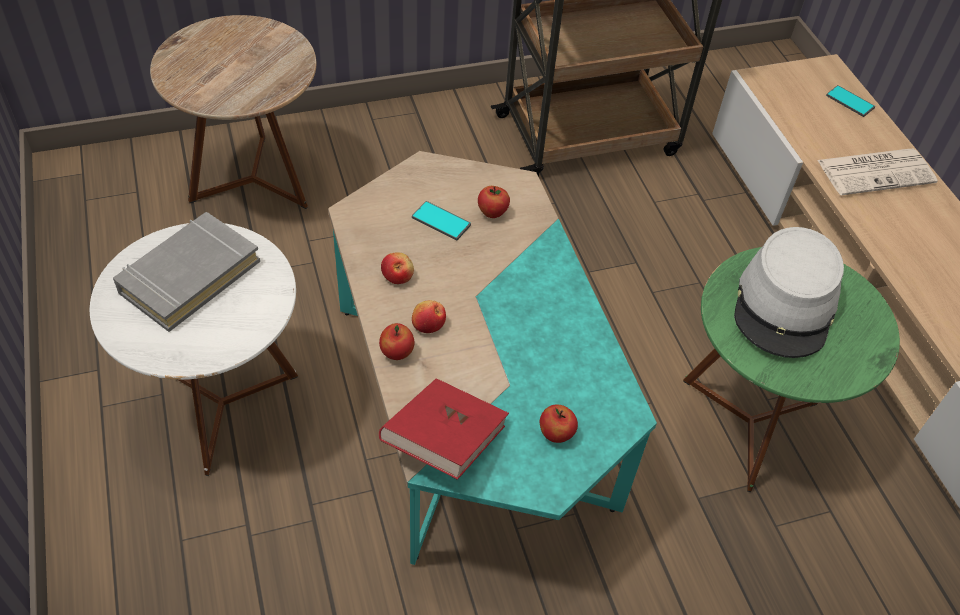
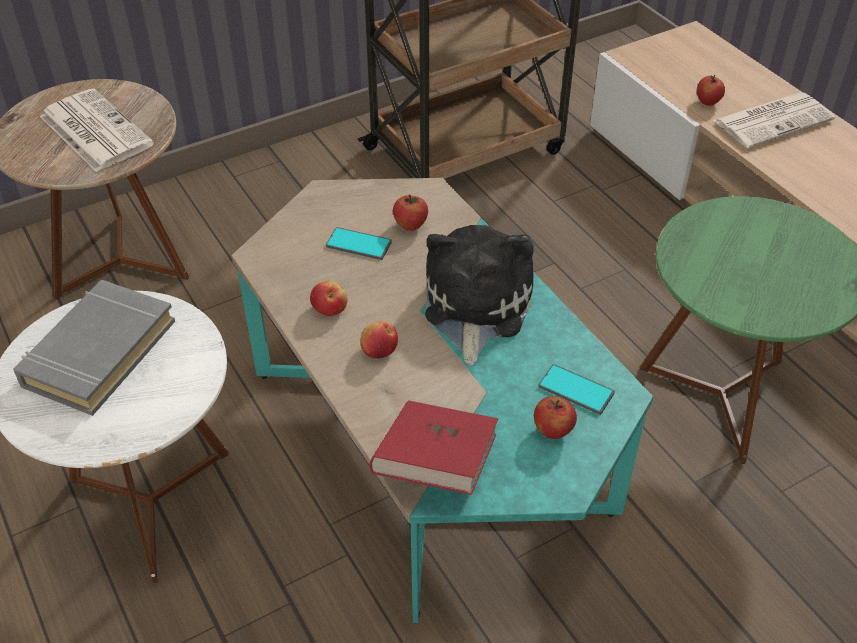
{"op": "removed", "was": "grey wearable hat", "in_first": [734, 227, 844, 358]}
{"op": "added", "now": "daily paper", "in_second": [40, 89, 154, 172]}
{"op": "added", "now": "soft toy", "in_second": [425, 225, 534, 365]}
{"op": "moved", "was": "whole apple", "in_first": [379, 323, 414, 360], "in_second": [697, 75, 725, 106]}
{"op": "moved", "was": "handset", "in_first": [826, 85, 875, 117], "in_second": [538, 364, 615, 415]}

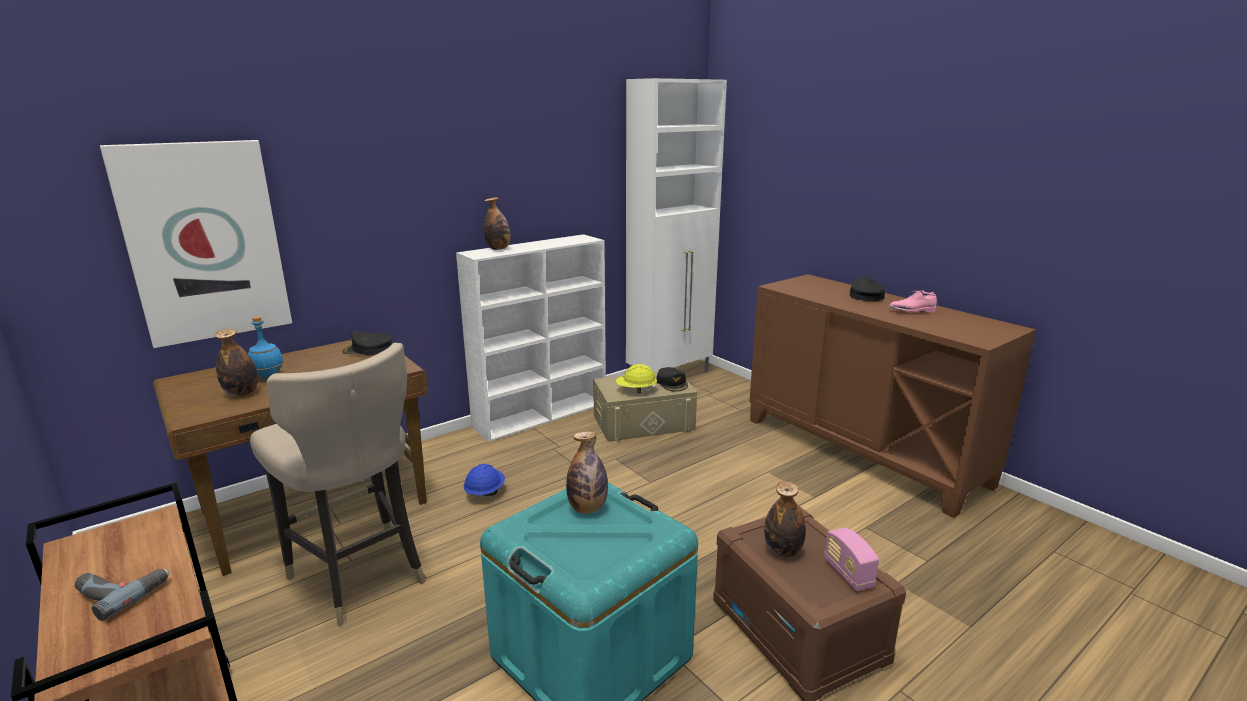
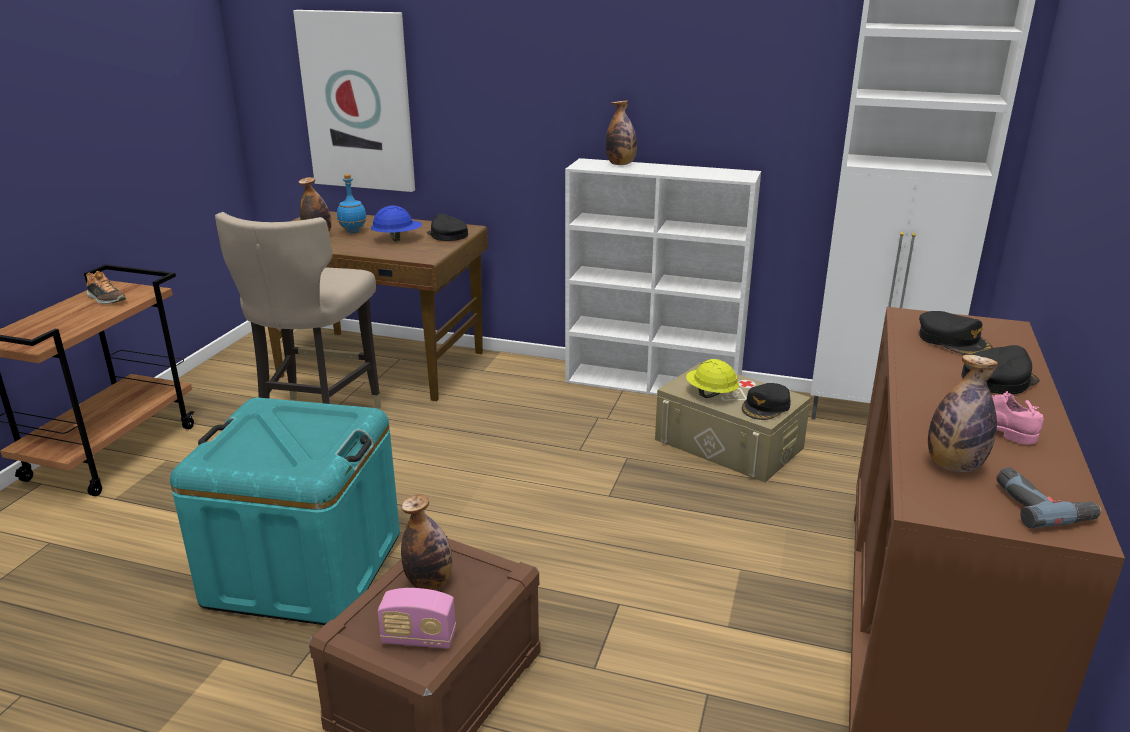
{"op": "added", "now": "low shoe", "in_second": [86, 271, 127, 304]}
{"op": "added", "now": "blackish peaked cap", "in_second": [919, 311, 993, 355]}
{"op": "moved", "was": "drill", "in_first": [75, 569, 169, 621], "in_second": [996, 467, 1101, 528]}
{"op": "moved", "was": "blue safety helmet", "in_first": [464, 464, 505, 496], "in_second": [371, 206, 422, 241]}
{"op": "moved", "was": "beverage bottle", "in_first": [566, 431, 608, 514], "in_second": [928, 355, 998, 472]}
{"op": "turned", "was": "radio", "in_first": [824, 528, 879, 591], "in_second": [378, 588, 456, 649], "clockwise": -120}

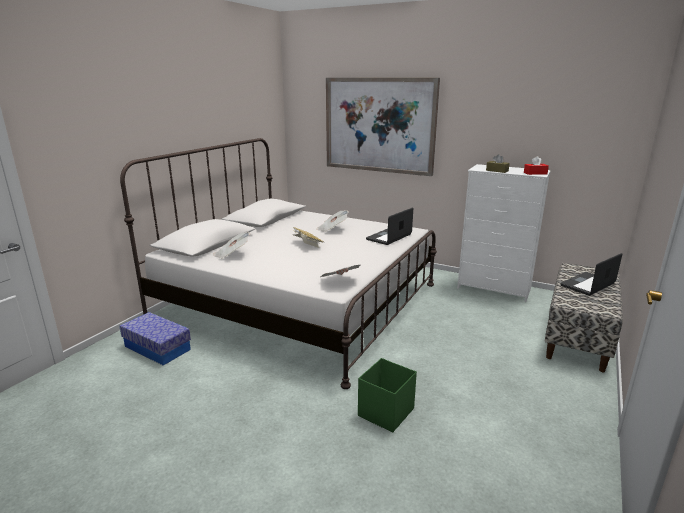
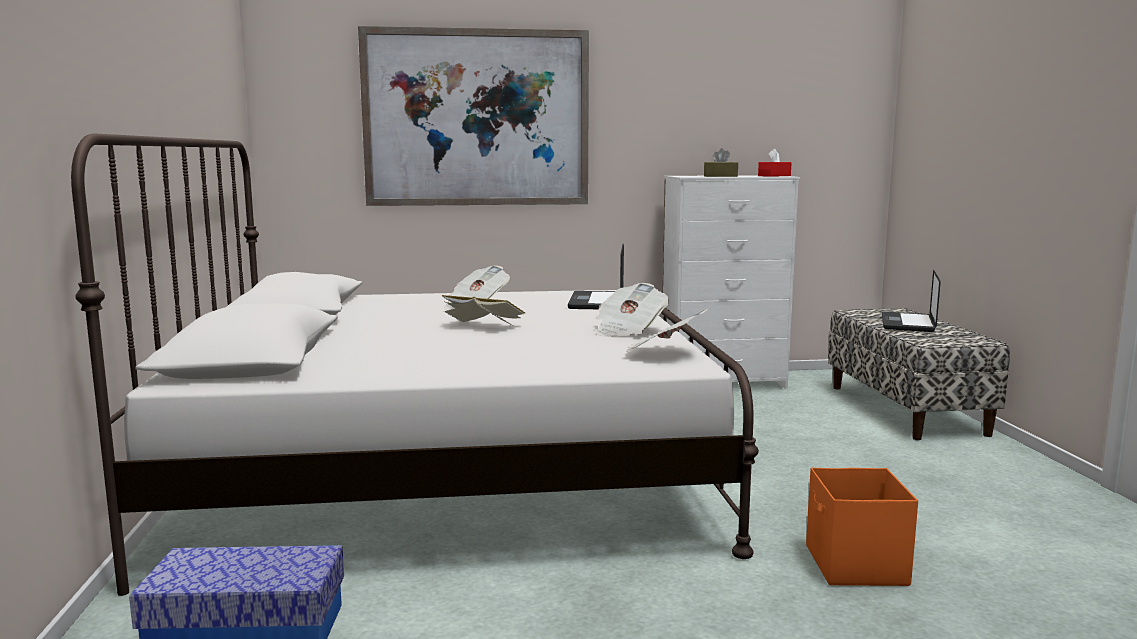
{"op": "moved", "was": "daily paper", "in_first": [213, 232, 250, 259], "in_second": [596, 283, 669, 337]}
{"op": "recoloured", "was": "greenish storage bin", "now": "orange storage bin", "in_first": [358, 358, 417, 433], "in_second": [806, 468, 918, 586]}

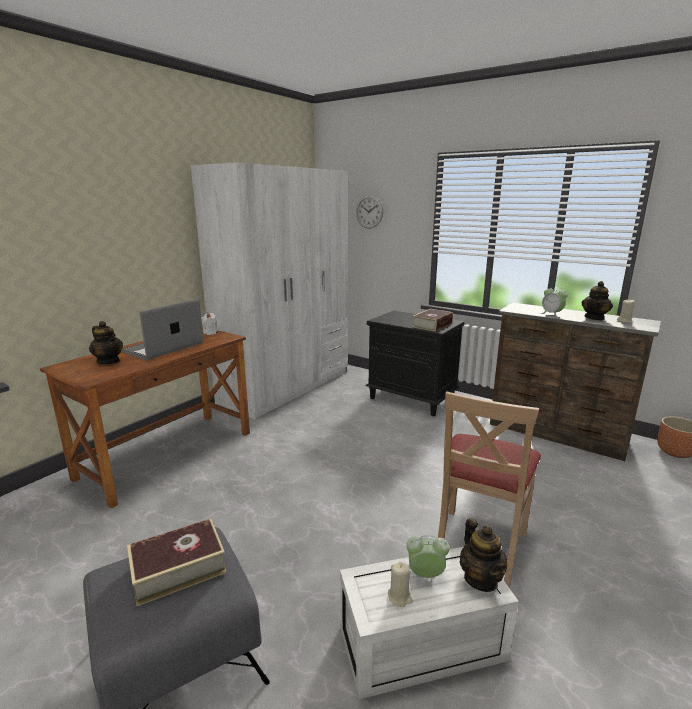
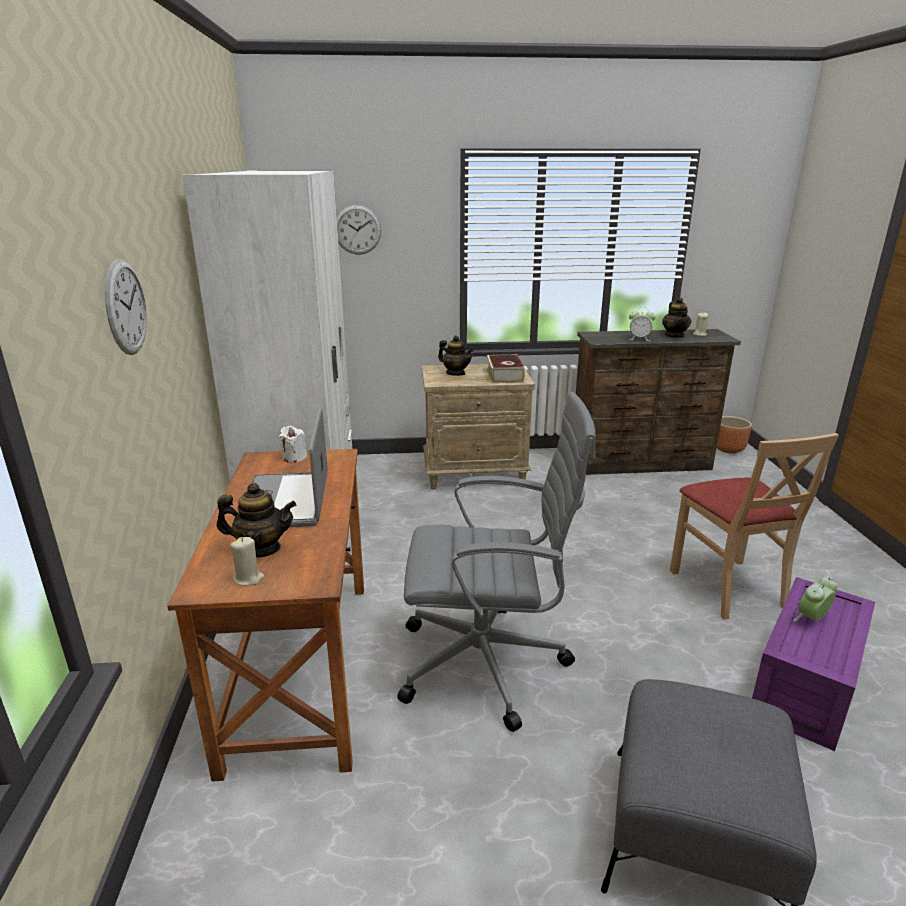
{"op": "removed", "was": "volume", "in_first": [127, 519, 227, 606]}
{"op": "added", "now": "wall clock", "in_second": [105, 260, 147, 355]}
{"op": "added", "now": "grey desk chair", "in_second": [398, 392, 596, 732]}
{"op": "moved", "was": "sand-coloured wax candle", "in_first": [388, 562, 413, 607], "in_second": [230, 537, 265, 586]}
{"op": "moved", "was": "teapot", "in_first": [460, 518, 507, 592], "in_second": [438, 335, 474, 376]}
{"op": "recoloured", "was": "white-coloured storage bin", "now": "purplish storage bin", "in_first": [340, 547, 519, 700], "in_second": [752, 577, 875, 751]}
{"op": "recoloured", "was": "blackish night table", "now": "sand-coloured night table", "in_first": [365, 311, 464, 416], "in_second": [422, 364, 535, 489]}

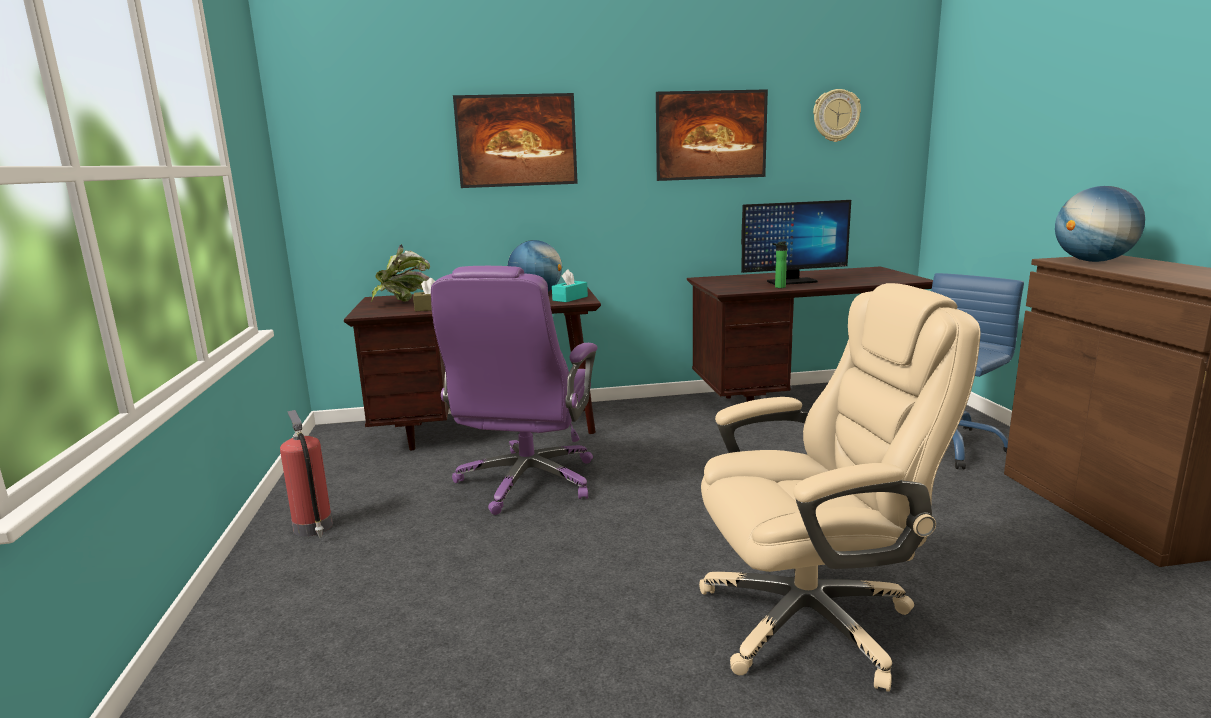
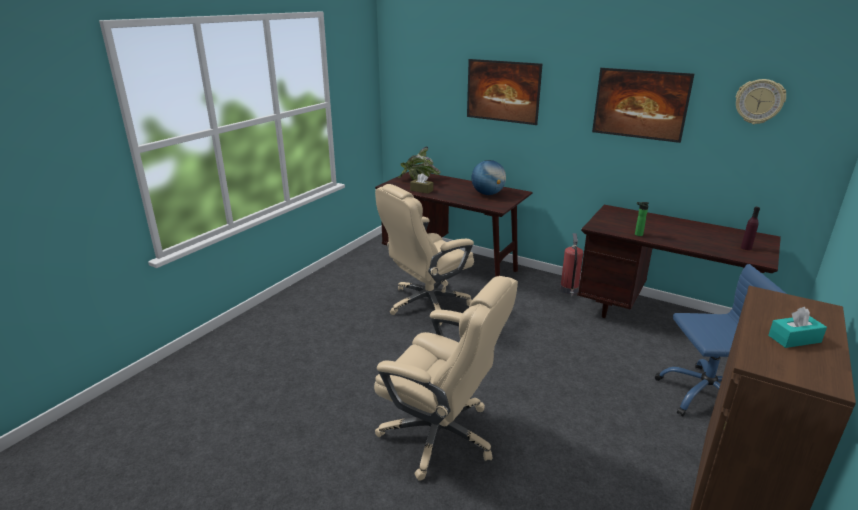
{"op": "removed", "was": "computer screen", "in_first": [741, 200, 851, 285]}
{"op": "removed", "was": "world globe", "in_first": [1055, 186, 1145, 262]}
{"op": "added", "now": "purplish beverage bottle", "in_second": [741, 207, 760, 250]}
{"op": "moved", "was": "extinguisher", "in_first": [280, 410, 333, 538], "in_second": [560, 233, 583, 297]}
{"op": "moved", "was": "blue-green tissue box", "in_first": [552, 269, 588, 302], "in_second": [768, 307, 827, 348]}
{"op": "recoloured", "was": "purplish desk chair", "now": "sand-coloured desk chair", "in_first": [431, 266, 597, 515], "in_second": [375, 184, 474, 326]}

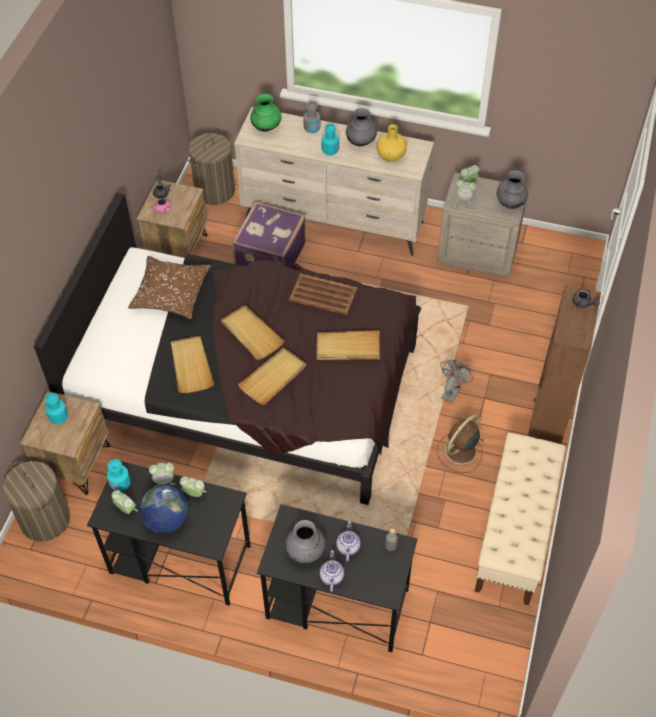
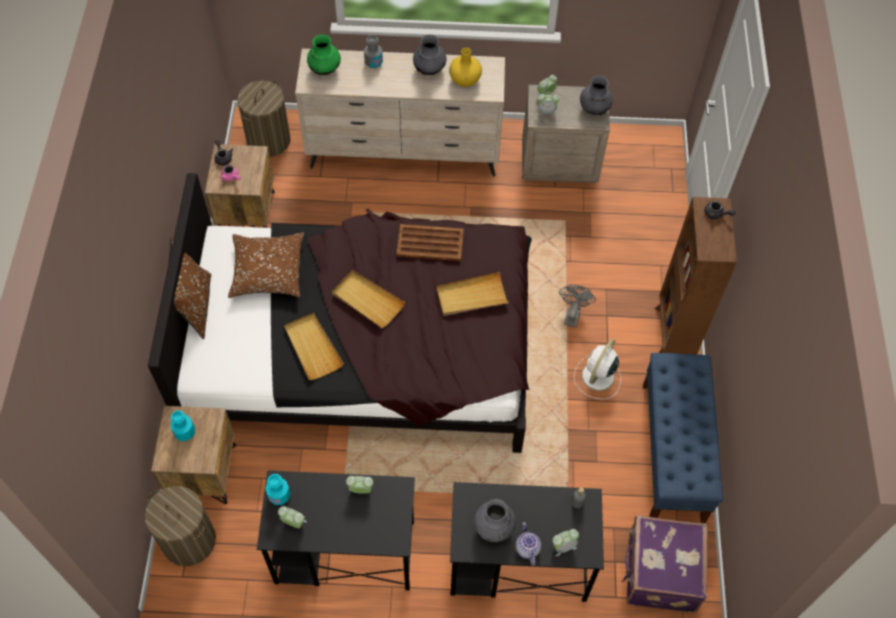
{"op": "removed", "was": "world globe", "in_first": [140, 485, 188, 533]}
{"op": "removed", "was": "sand-coloured serving tray", "in_first": [238, 347, 306, 405]}
{"op": "removed", "was": "blue-green beverage bottle", "in_first": [321, 123, 339, 156]}
{"op": "removed", "was": "teapot", "in_first": [336, 521, 361, 561]}
{"op": "added", "now": "brown pillow", "in_second": [169, 237, 211, 339]}
{"op": "moved", "was": "table clock", "in_first": [149, 463, 175, 487], "in_second": [552, 529, 579, 556]}
{"op": "moved", "was": "purplish piece of luggage", "in_first": [232, 202, 306, 266], "in_second": [622, 515, 707, 613]}
{"op": "recoloured", "was": "brown electric fan", "now": "white-coloured electric fan", "in_first": [437, 414, 484, 473], "in_second": [574, 339, 621, 400]}
{"op": "recoloured", "was": "sand-coloured bench", "now": "blue bench", "in_first": [475, 432, 566, 605], "in_second": [643, 353, 723, 523]}

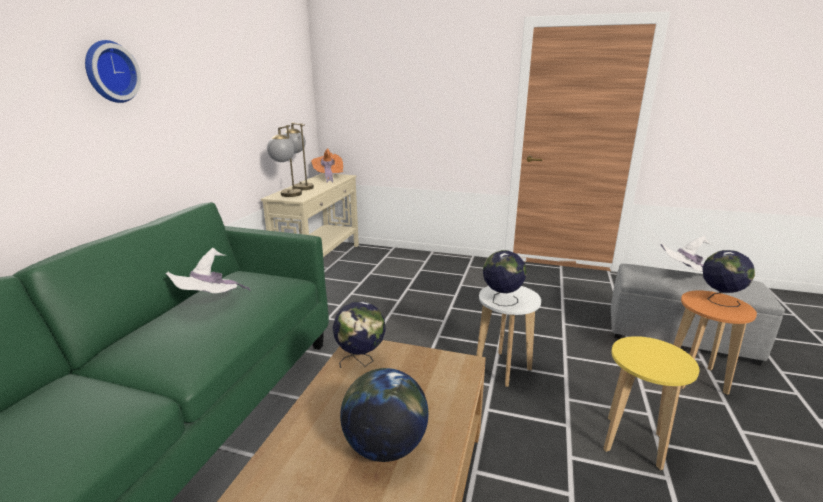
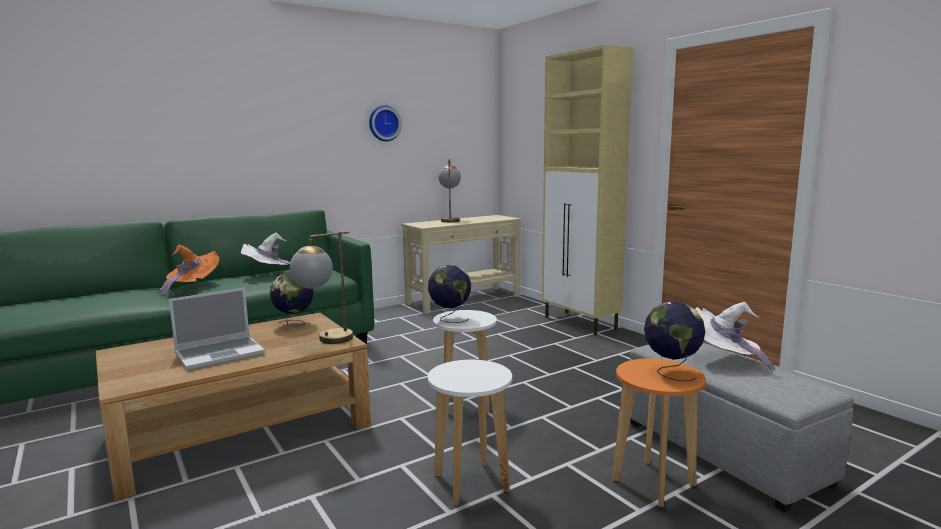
{"op": "added", "now": "sand-coloured cabinet", "in_second": [542, 45, 633, 335]}
{"op": "moved", "was": "wall clock", "in_first": [85, 40, 141, 103], "in_second": [369, 105, 401, 142]}
{"op": "moved", "was": "table lamp", "in_first": [267, 125, 302, 197], "in_second": [290, 231, 353, 344]}
{"op": "moved", "was": "orange wearable hat", "in_first": [311, 148, 344, 183], "in_second": [159, 244, 219, 295]}
{"op": "replaced", "was": "world globe", "now": "portable computer", "in_first": [340, 368, 429, 462], "in_second": [169, 288, 265, 370]}
{"op": "recoloured", "was": "yellow stool", "now": "white-coloured stool", "in_first": [603, 336, 700, 470], "in_second": [428, 360, 512, 506]}

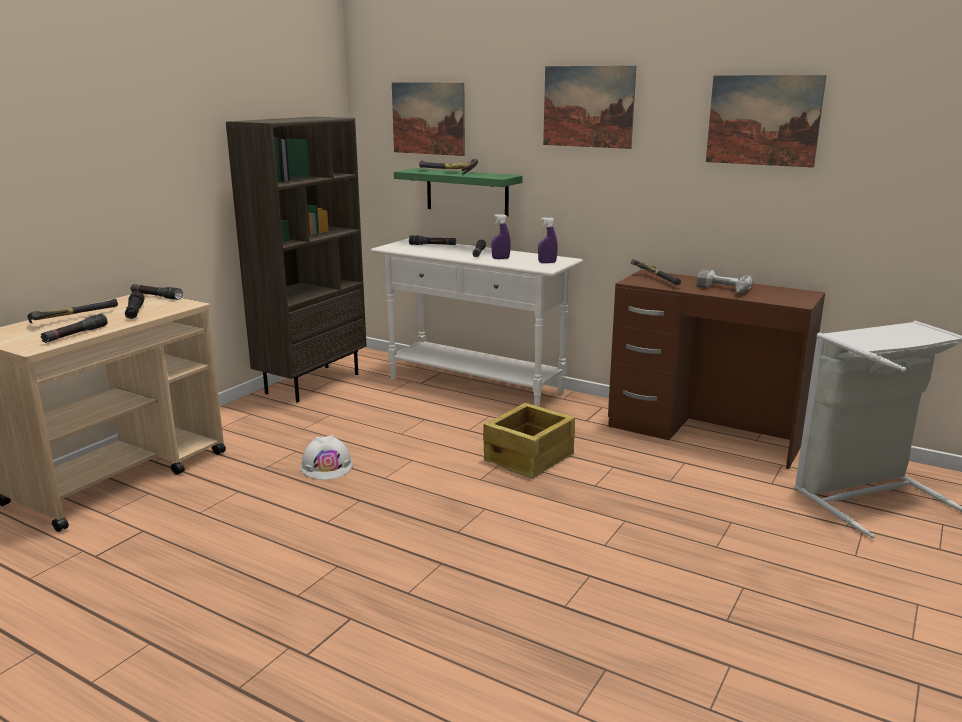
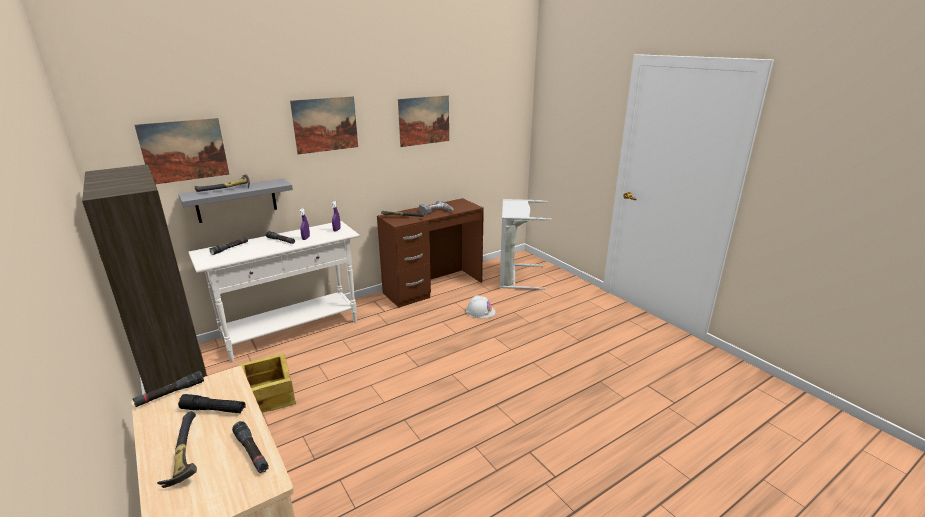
{"op": "moved", "was": "white-coloured safety helmet", "in_first": [301, 435, 353, 480], "in_second": [466, 295, 495, 318]}
{"op": "moved", "was": "packing crate", "in_first": [483, 403, 575, 479], "in_second": [238, 353, 296, 413]}
{"op": "recoloured", "was": "greenish bracket shelf", "now": "grey bracket shelf", "in_first": [394, 168, 523, 217], "in_second": [178, 178, 293, 223]}

